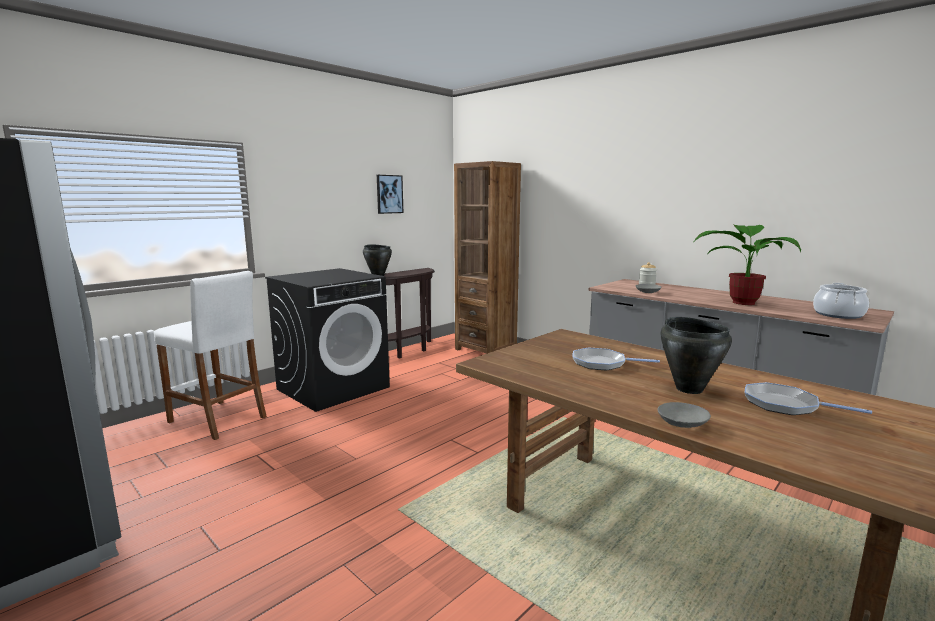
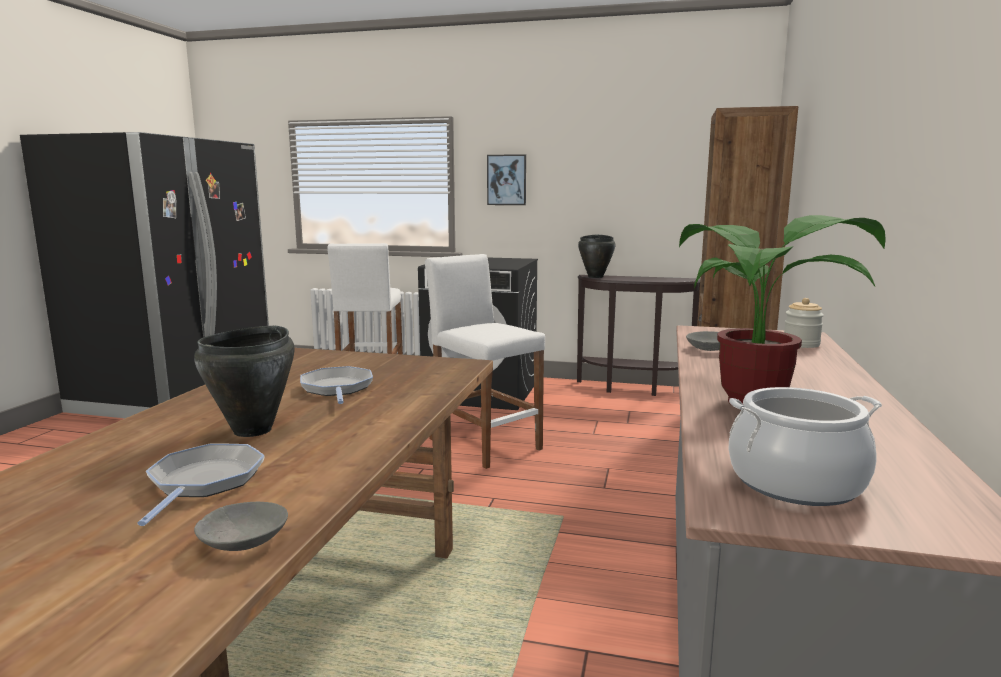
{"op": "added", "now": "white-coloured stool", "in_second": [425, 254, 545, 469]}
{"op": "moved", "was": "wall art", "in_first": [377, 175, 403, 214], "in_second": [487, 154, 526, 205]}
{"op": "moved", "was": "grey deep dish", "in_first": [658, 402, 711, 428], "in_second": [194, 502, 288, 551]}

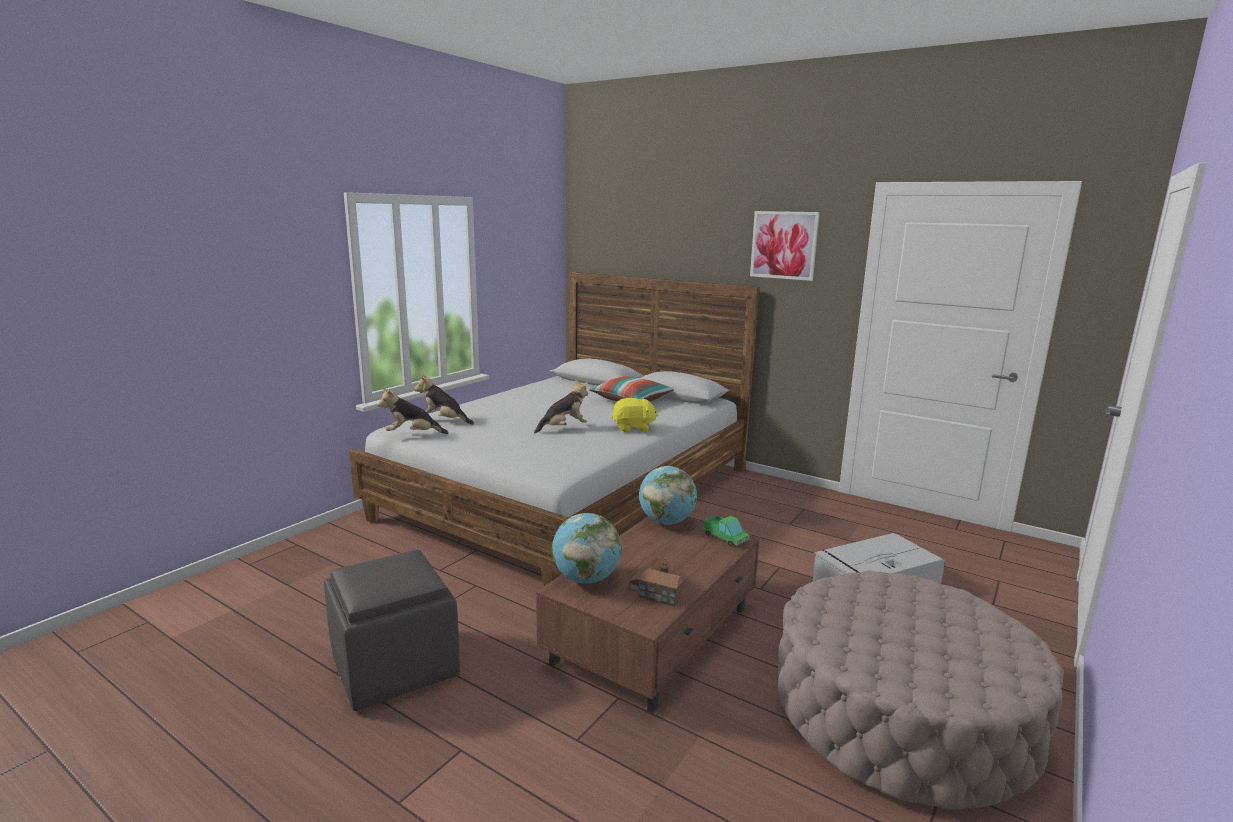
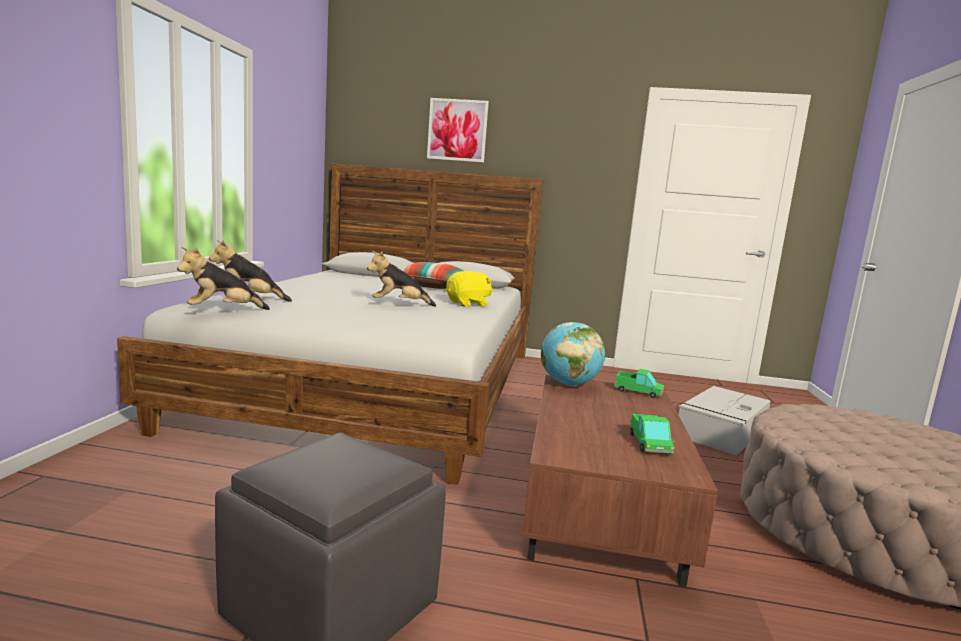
{"op": "removed", "was": "world globe", "in_first": [552, 513, 622, 584]}
{"op": "moved", "was": "wall art", "in_first": [750, 211, 820, 281], "in_second": [427, 98, 489, 162]}
{"op": "replaced", "was": "toy house", "now": "toy lorry", "in_first": [629, 556, 683, 607], "in_second": [630, 414, 675, 454]}
{"op": "turned", "was": "soft toy", "in_first": [534, 379, 588, 434], "in_second": [367, 251, 436, 307], "clockwise": -135}

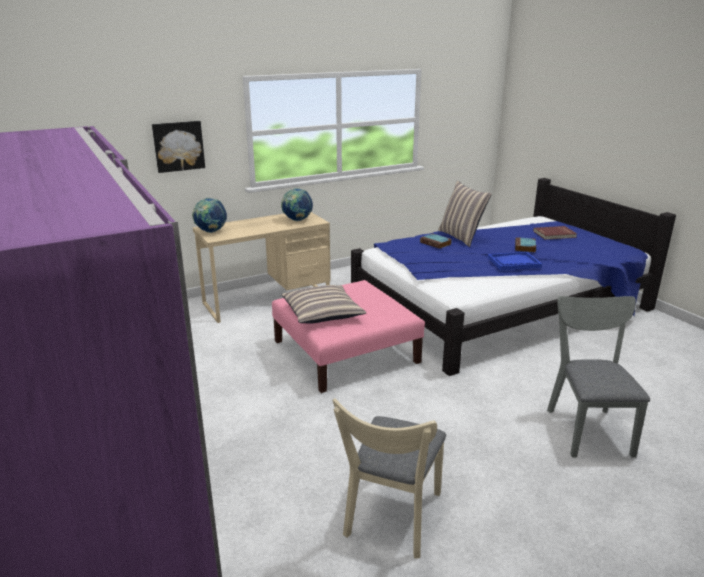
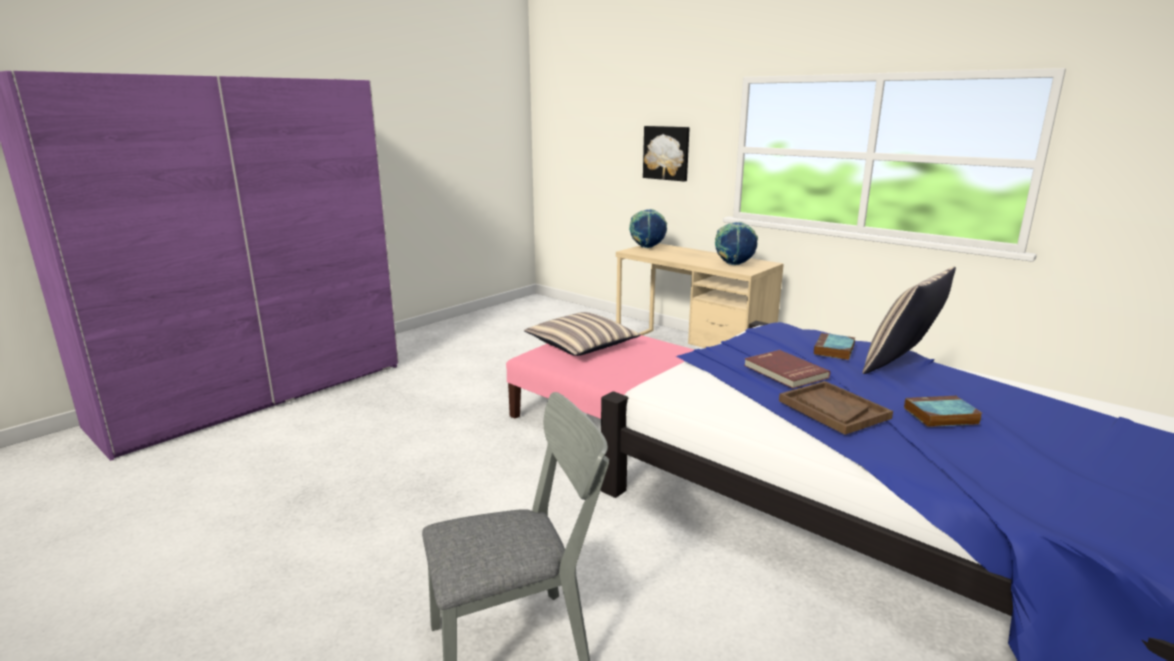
{"op": "removed", "was": "sand-coloured plain chair", "in_first": [332, 398, 446, 559]}
{"op": "moved", "was": "red volume", "in_first": [533, 226, 577, 240], "in_second": [744, 350, 830, 388]}
{"op": "recoloured", "was": "blue serving tray", "now": "brown serving tray", "in_first": [488, 252, 542, 270], "in_second": [779, 381, 893, 435]}

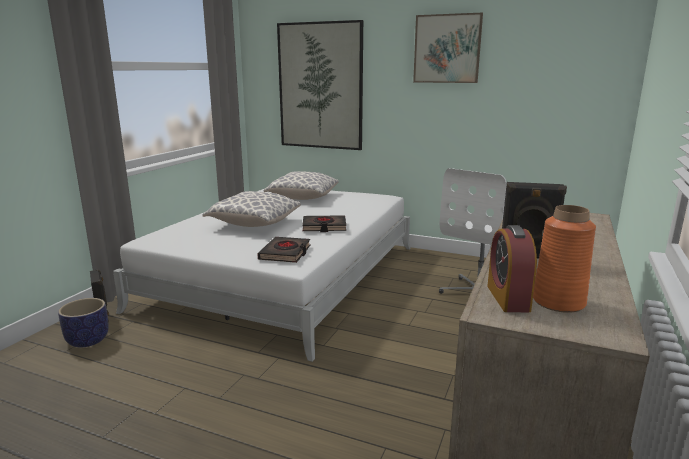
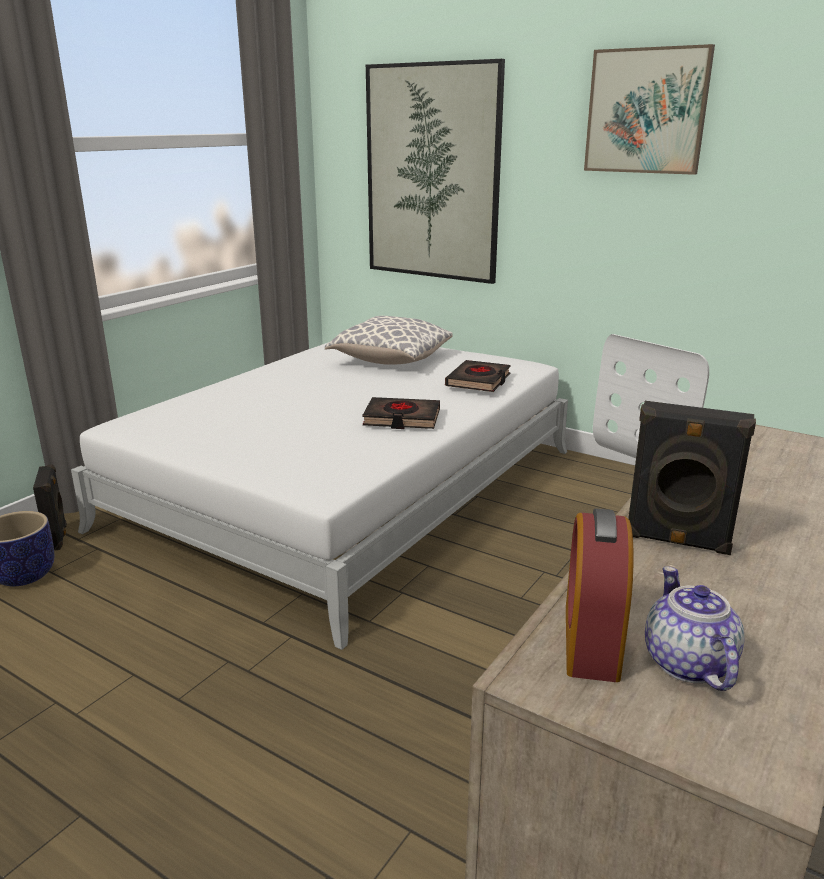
{"op": "removed", "was": "pillow", "in_first": [203, 191, 301, 227]}
{"op": "moved", "was": "blackish volume", "in_first": [257, 237, 310, 263], "in_second": [445, 360, 511, 392]}
{"op": "replaced", "was": "orange vase", "now": "teapot", "in_first": [533, 205, 596, 313], "in_second": [645, 566, 745, 691]}

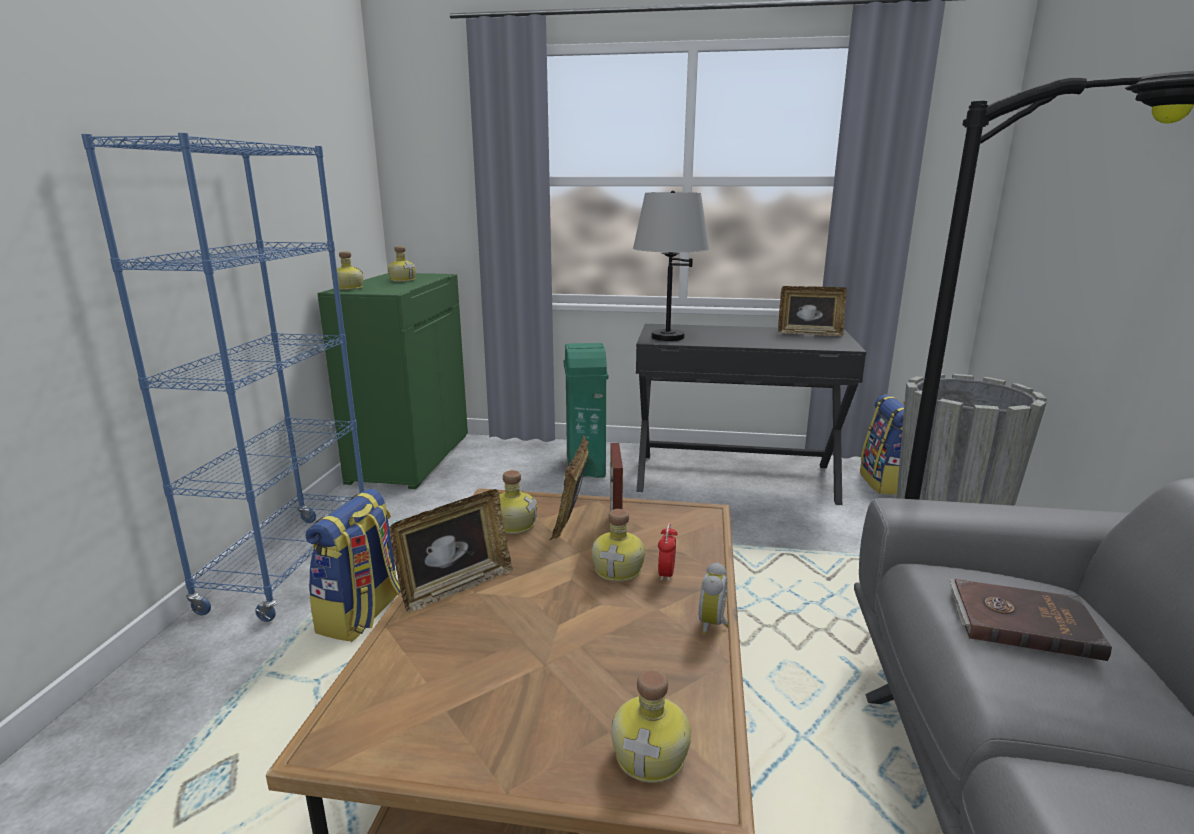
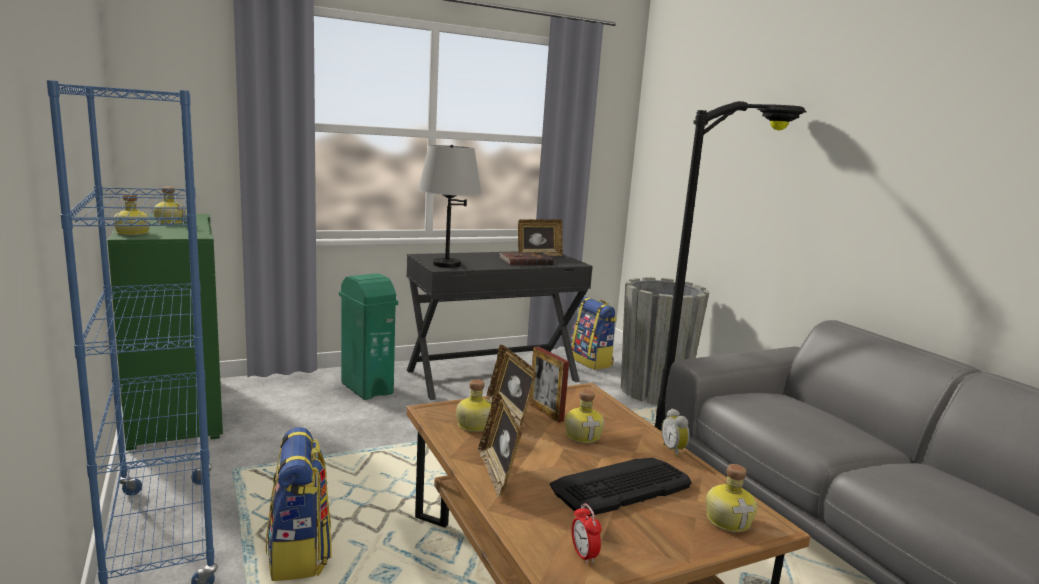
{"op": "added", "now": "PC keyboard", "in_second": [550, 458, 692, 516]}
{"op": "moved", "was": "table clock", "in_first": [658, 523, 678, 581], "in_second": [572, 503, 601, 564]}
{"op": "moved", "was": "brown volume", "in_first": [950, 579, 1112, 661], "in_second": [499, 252, 554, 265]}
{"op": "turned", "was": "photo frame", "in_first": [389, 489, 513, 613], "in_second": [478, 390, 522, 499], "clockwise": 150}

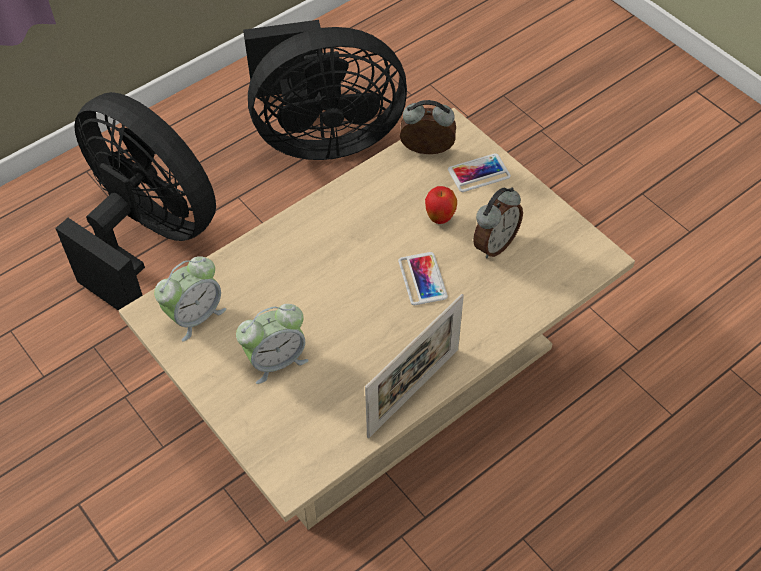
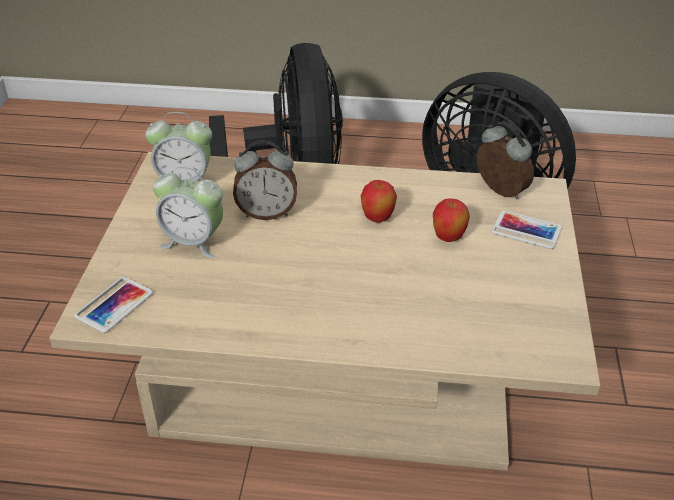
{"op": "removed", "was": "photo frame", "in_first": [365, 294, 464, 438]}
{"op": "added", "now": "whole apple", "in_second": [361, 180, 397, 222]}
{"op": "moved", "was": "handset", "in_first": [398, 252, 448, 305], "in_second": [74, 277, 153, 333]}
{"op": "moved", "was": "table clock", "in_first": [473, 187, 523, 258], "in_second": [233, 140, 297, 220]}

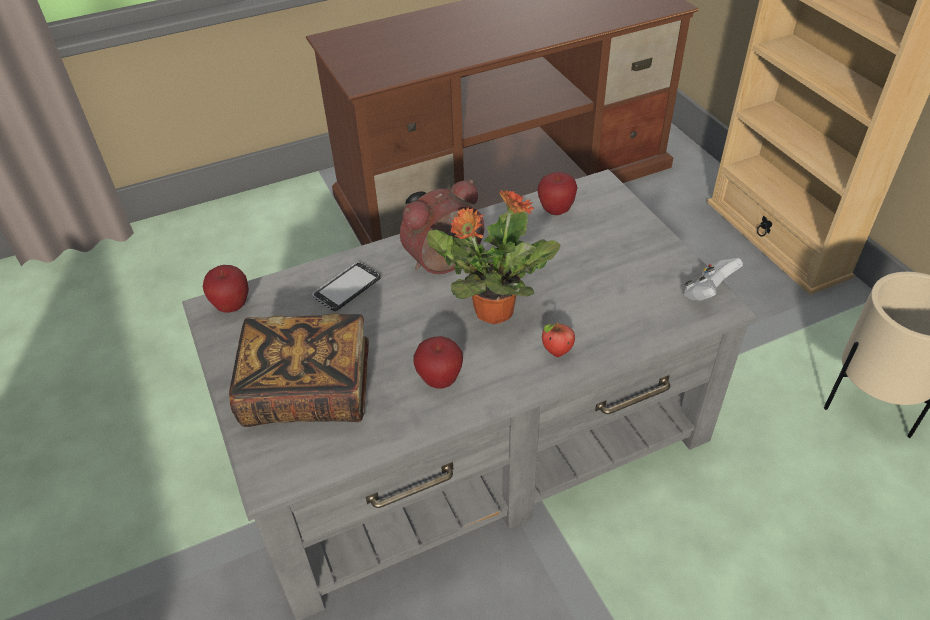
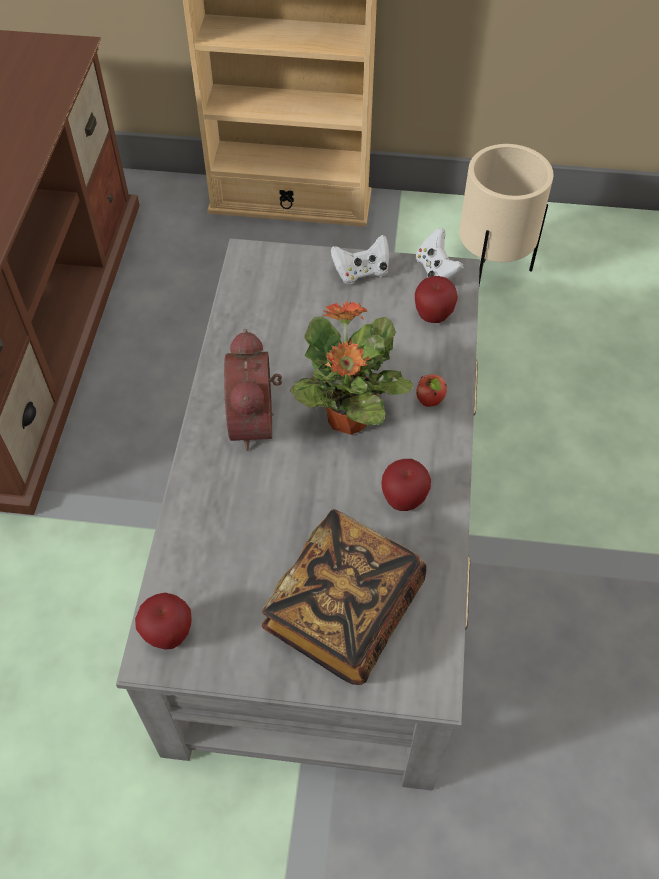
{"op": "removed", "was": "handset", "in_first": [312, 262, 380, 311]}
{"op": "added", "now": "white-coloured gamepad", "in_second": [331, 235, 389, 284]}
{"op": "moved", "was": "whole apple", "in_first": [537, 172, 578, 215], "in_second": [415, 276, 458, 323]}

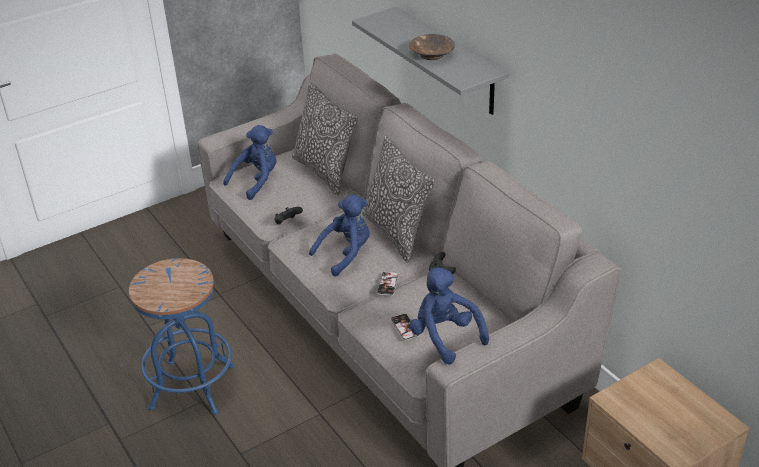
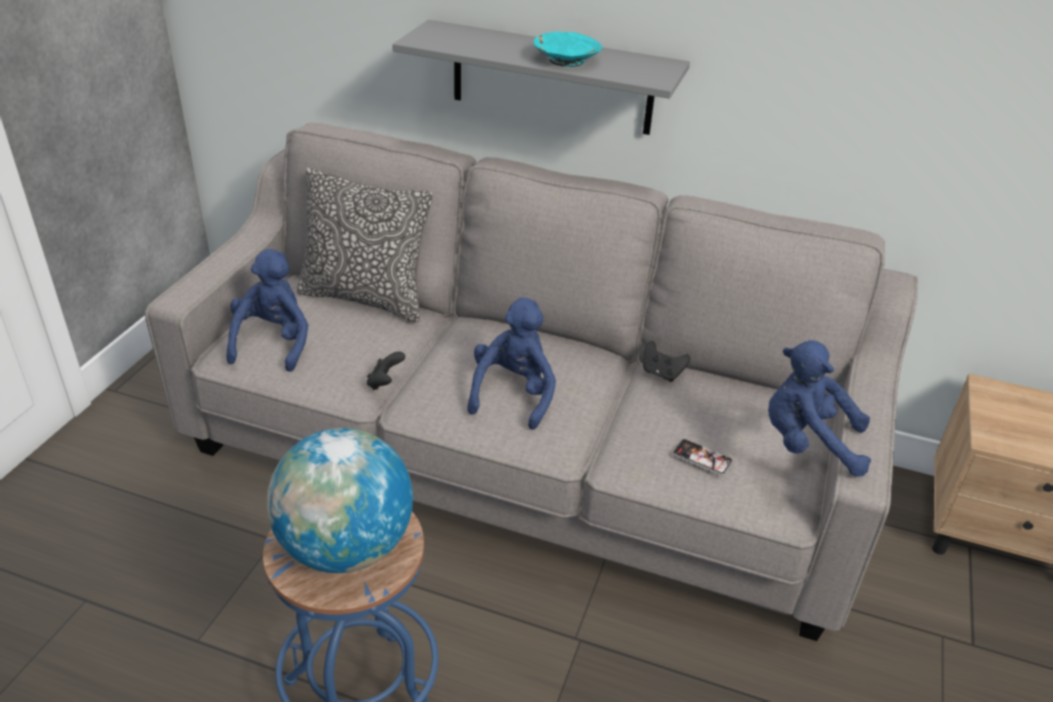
{"op": "removed", "was": "pillow", "in_first": [362, 136, 435, 262]}
{"op": "removed", "was": "handset", "in_first": [377, 271, 399, 296]}
{"op": "added", "now": "world globe", "in_second": [267, 428, 413, 573]}
{"op": "recoloured", "was": "brown deep dish", "now": "blue-green deep dish", "in_first": [409, 34, 455, 60], "in_second": [534, 32, 602, 67]}

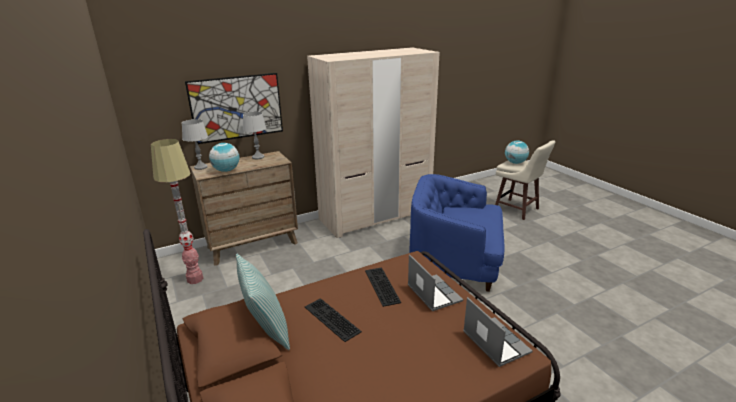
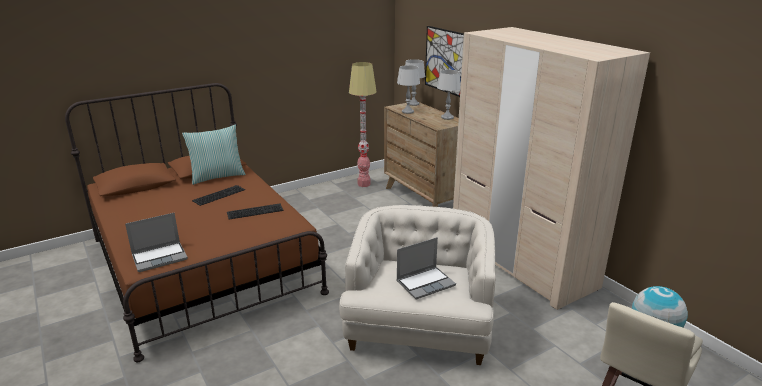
{"op": "moved", "was": "portable computer", "in_first": [408, 254, 463, 311], "in_second": [396, 237, 456, 300]}
{"op": "replaced", "was": "world globe", "now": "grey table lamp", "in_first": [209, 143, 240, 172], "in_second": [397, 65, 420, 114]}
{"op": "recoloured", "was": "blue lounge chair", "now": "white-coloured lounge chair", "in_first": [409, 174, 504, 292], "in_second": [339, 205, 495, 365]}

